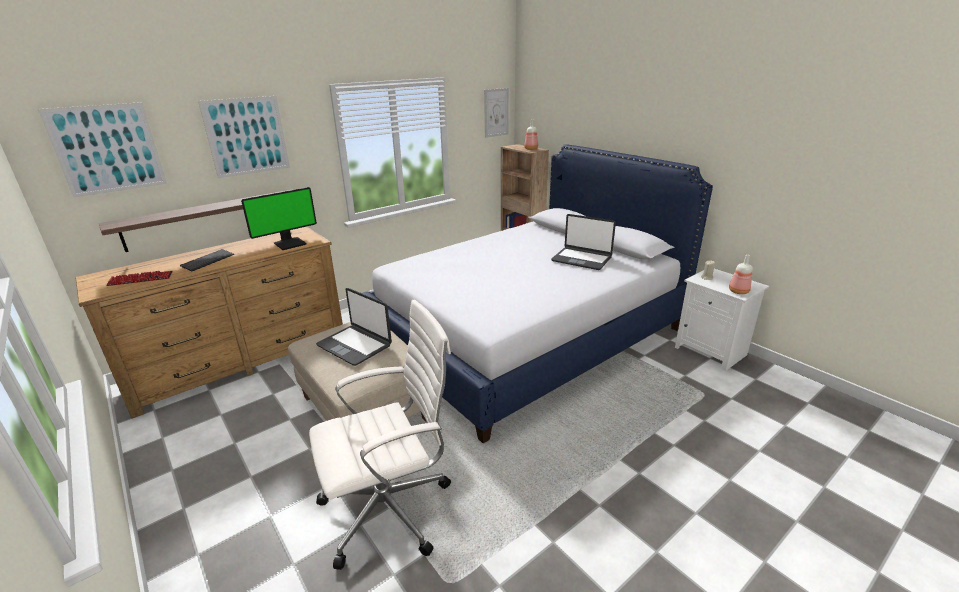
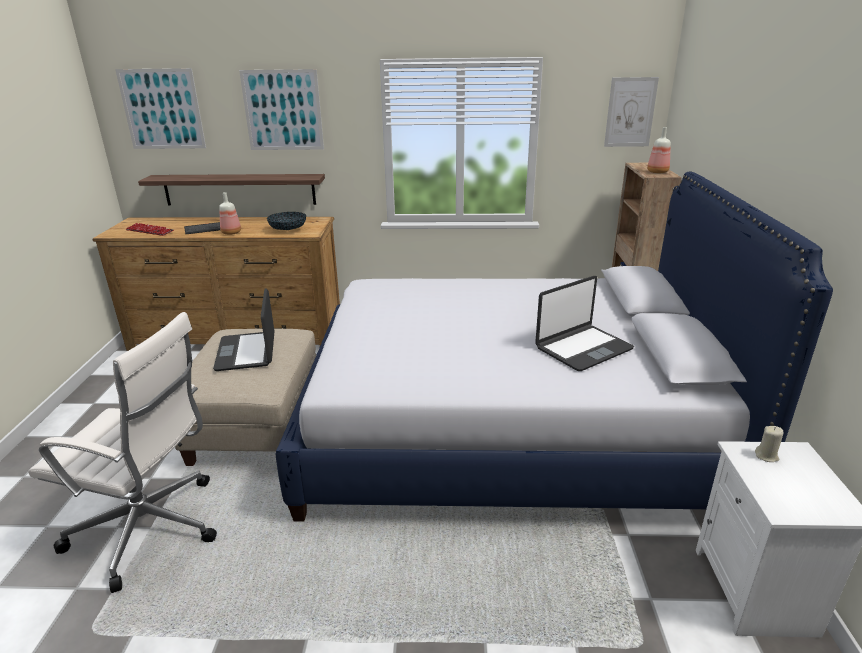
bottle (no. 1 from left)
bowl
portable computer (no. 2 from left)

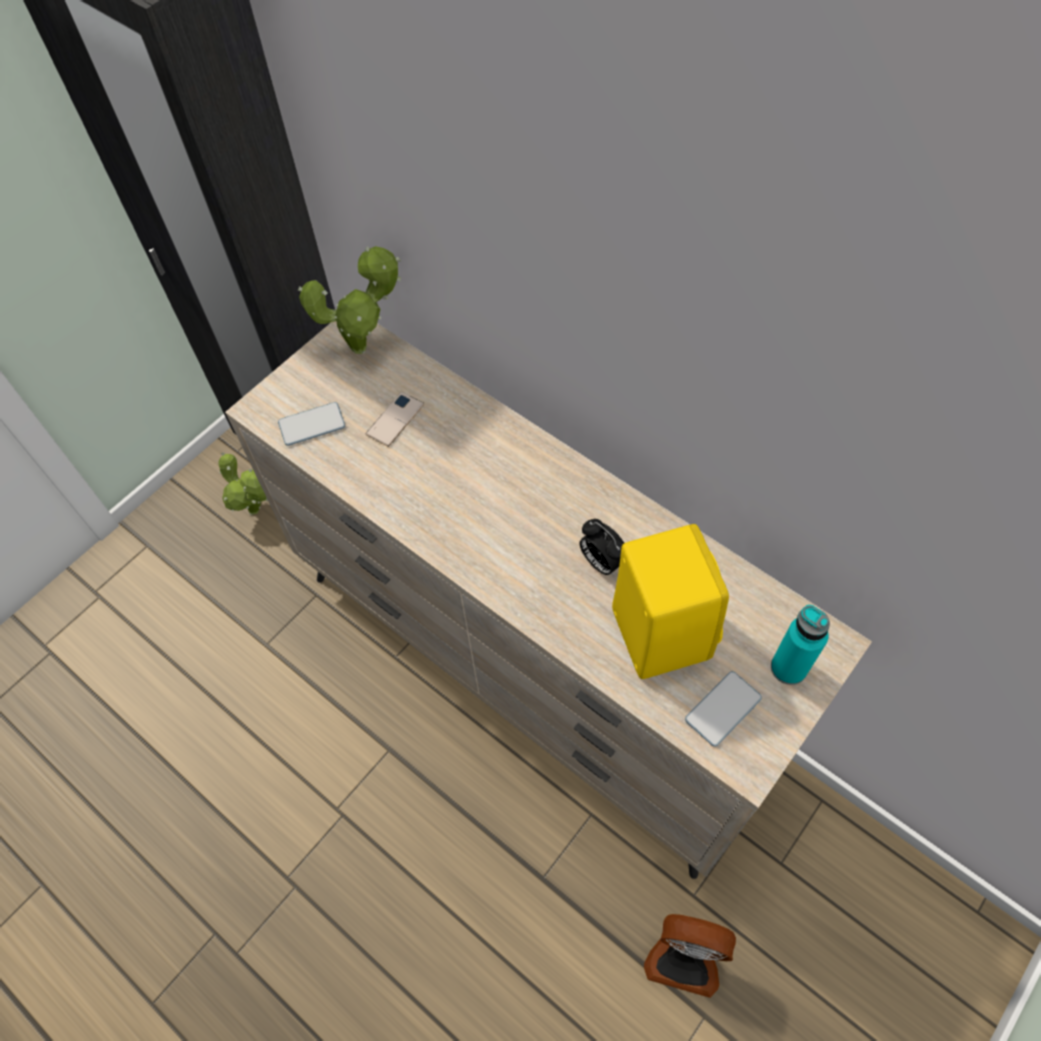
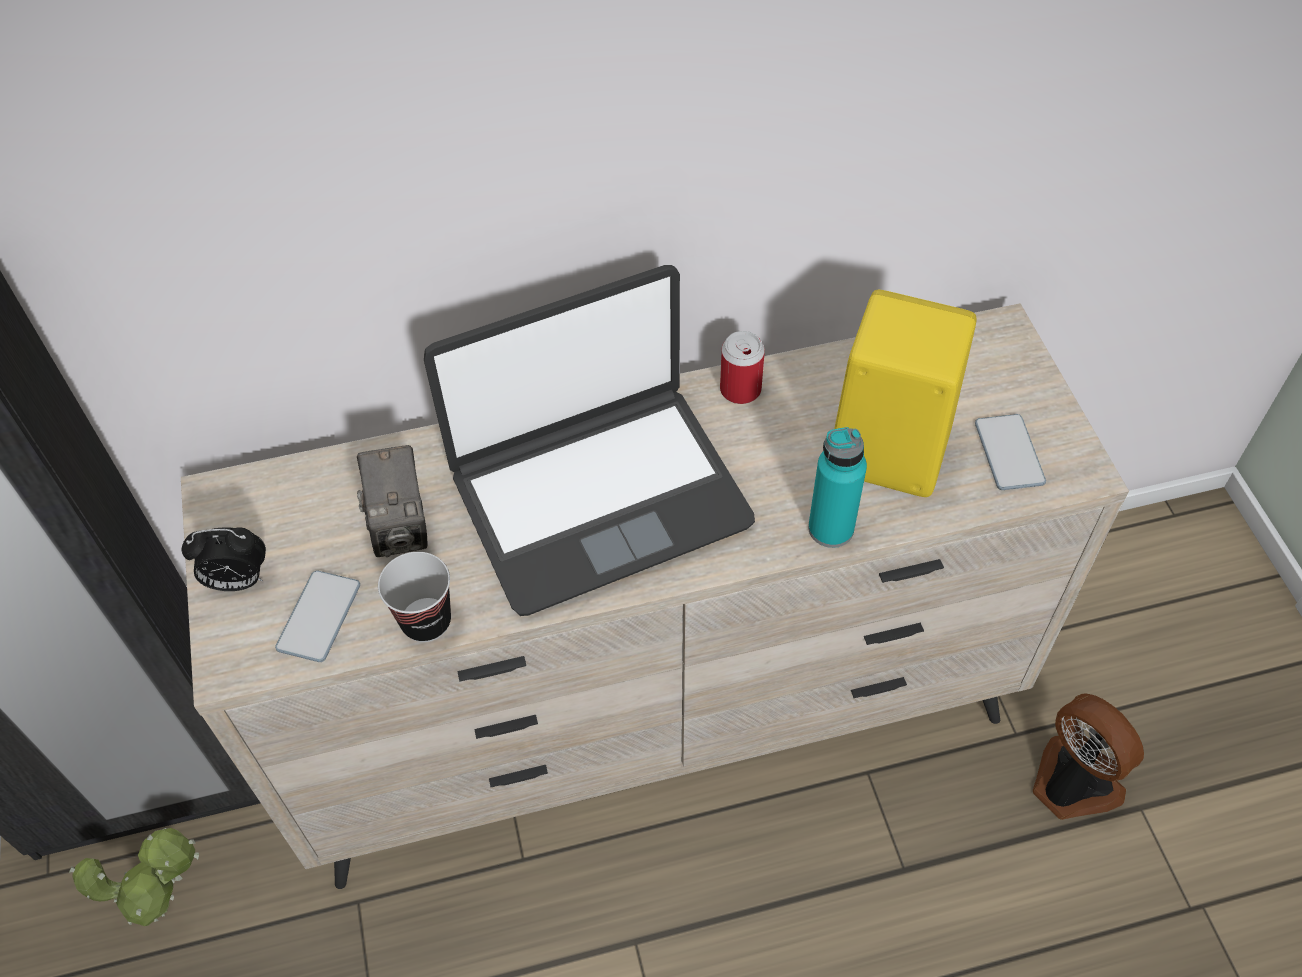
potted plant (no. 2 from left in the first image)
small cup
portable computer
sealed can
bedside clock
bottle in turquoise
still camera
fan

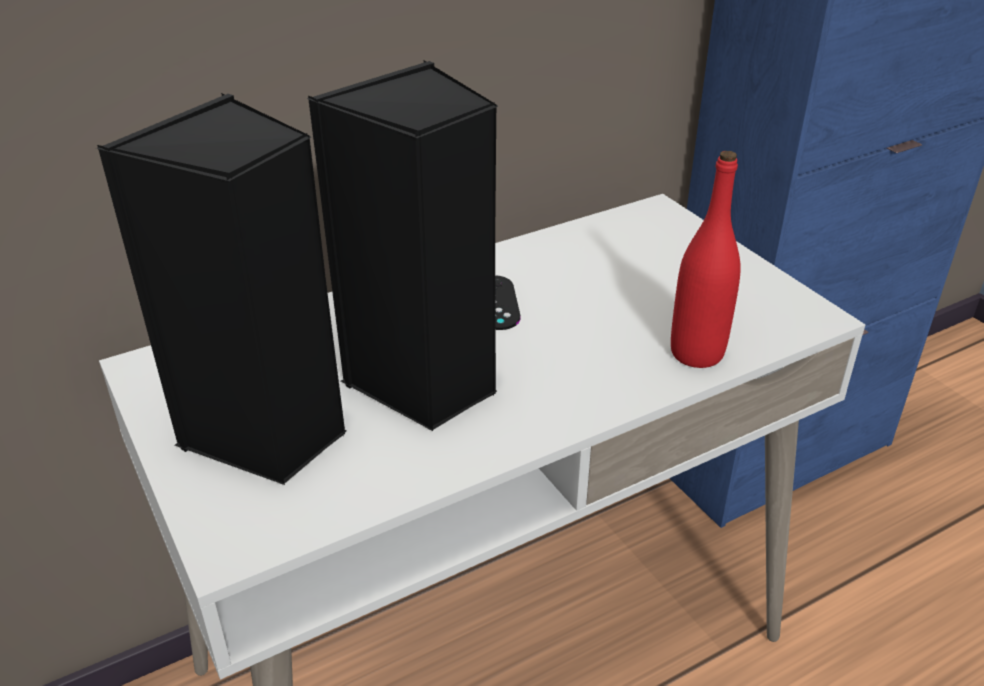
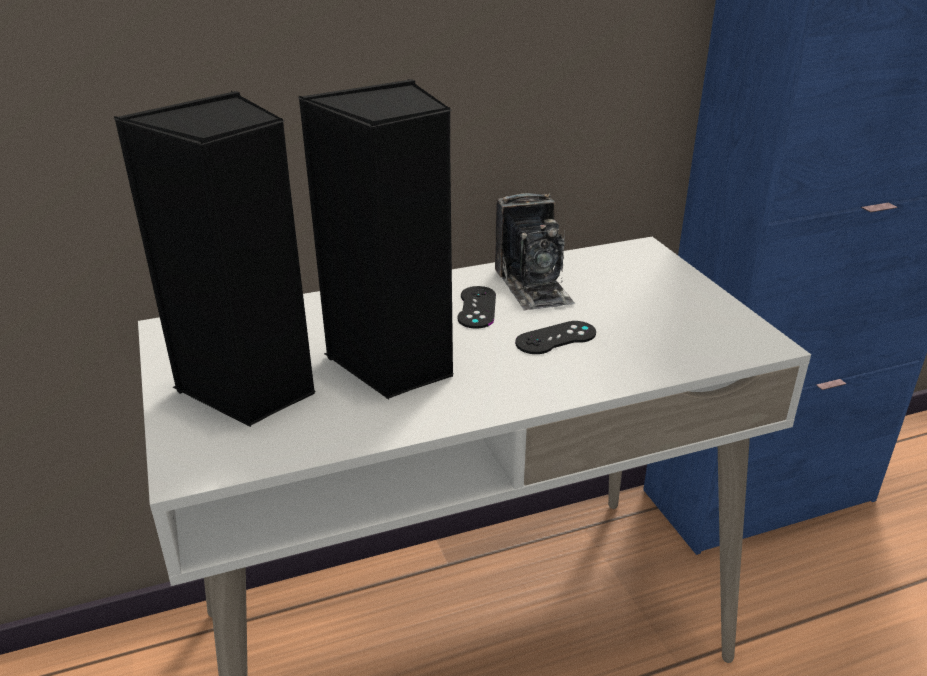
bottle in red-coloured
still camera
gamepad in black (no. 2 from left)

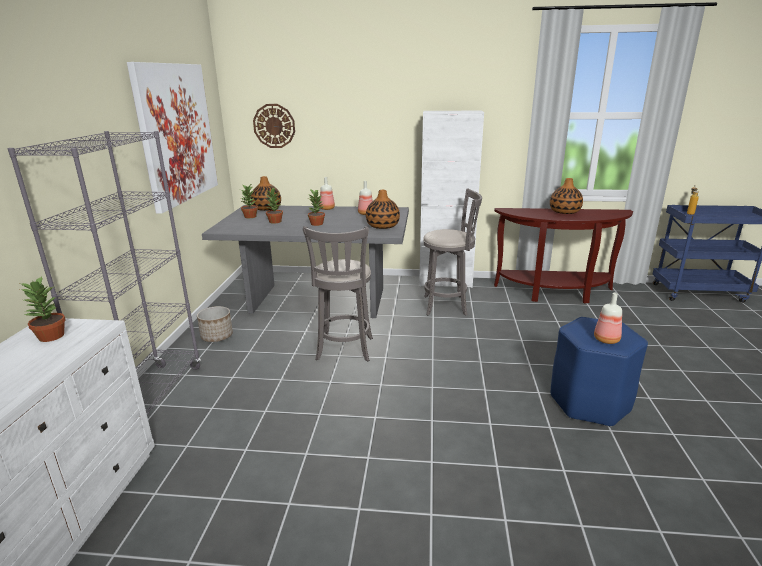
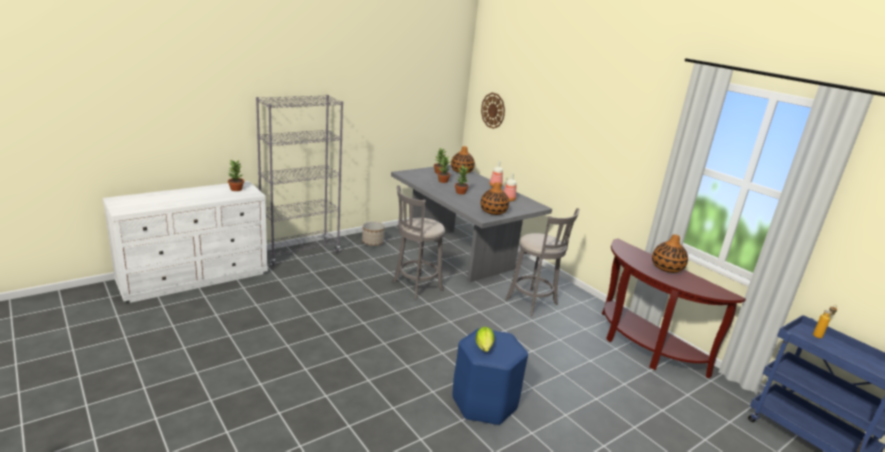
wall picture
storage cabinet in whitish
lettuce

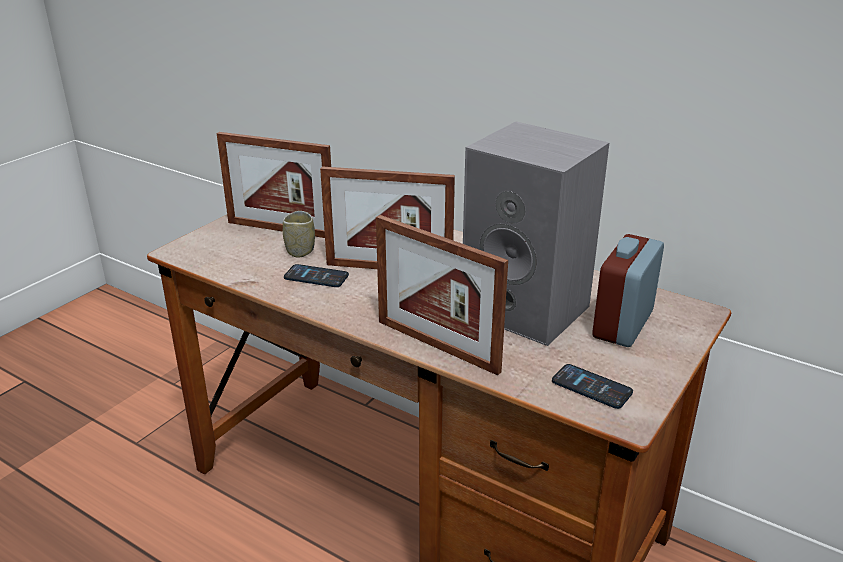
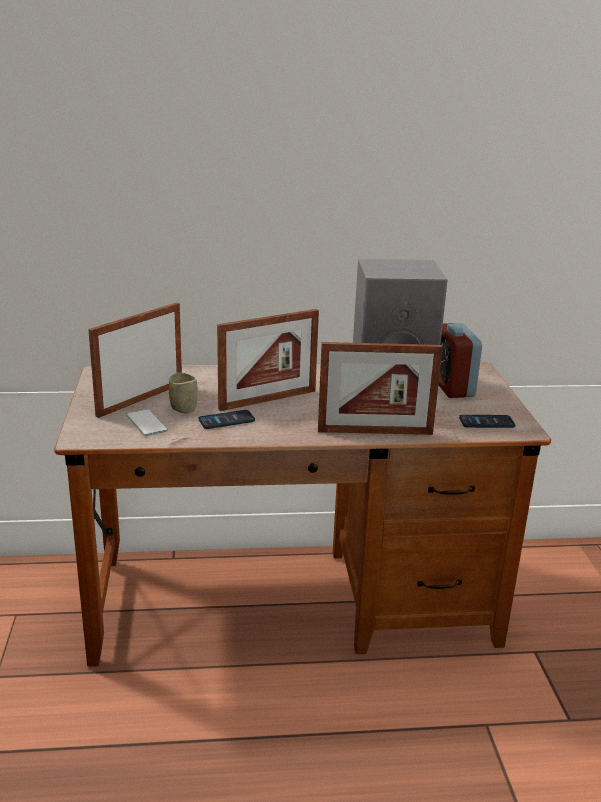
telephone (no. 1 from left)
picture frame (no. 1 from left)

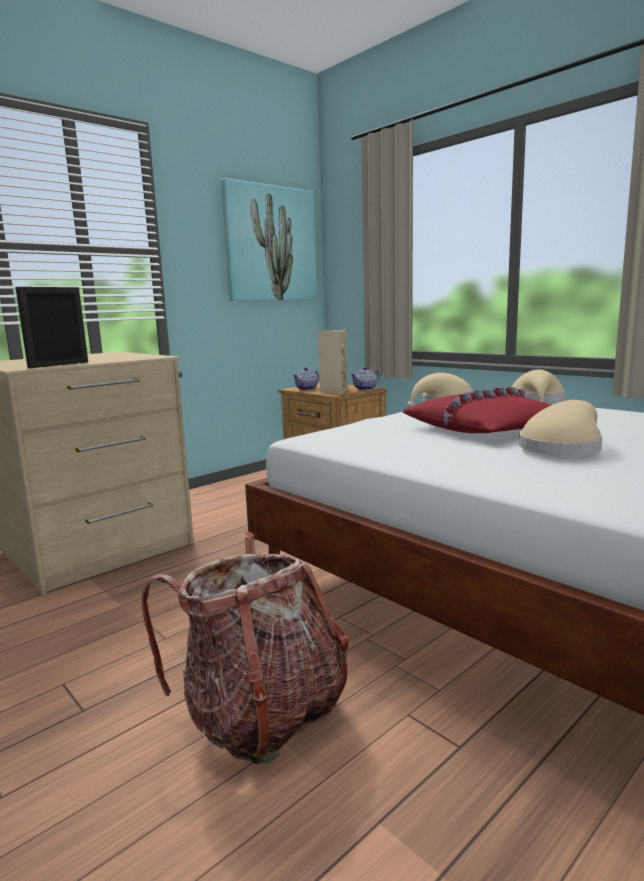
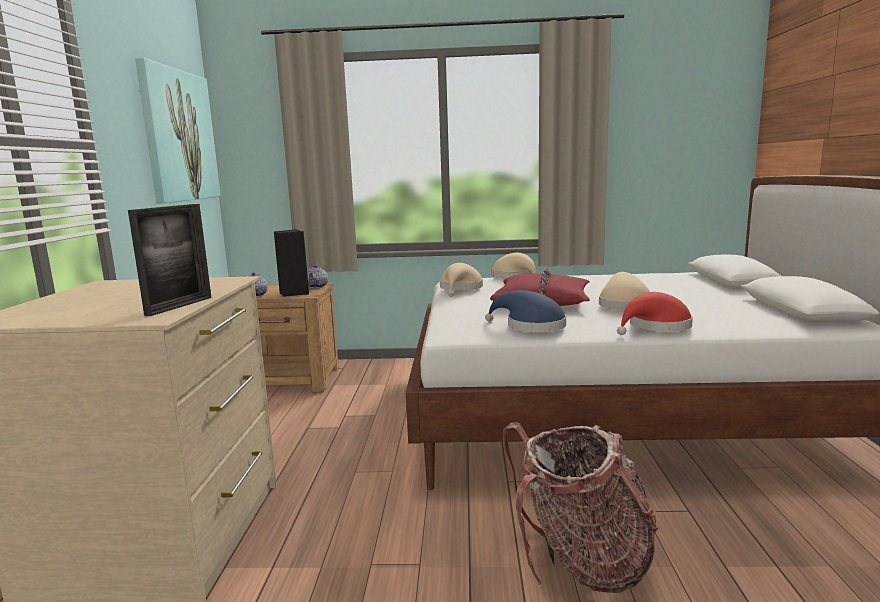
hat in blue
hat in red-coloured
audio speaker in black
picture frame

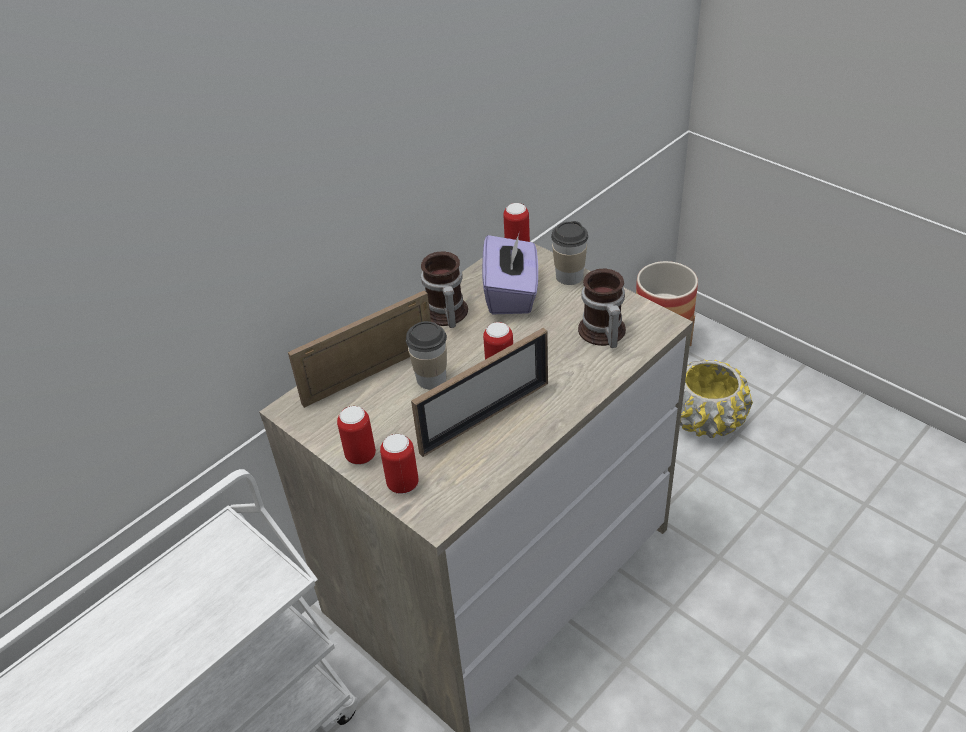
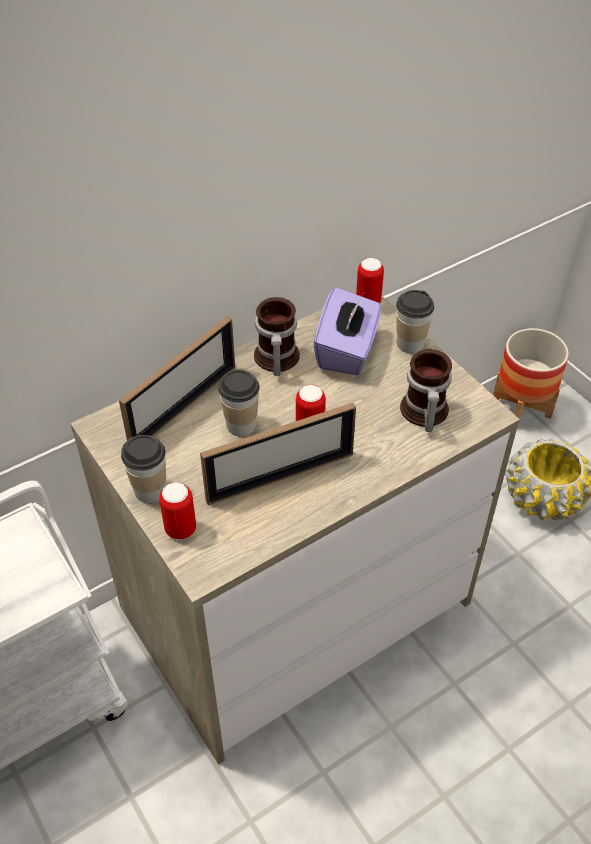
small cup (no. 1 from left)
picture frame (no. 1 from left)

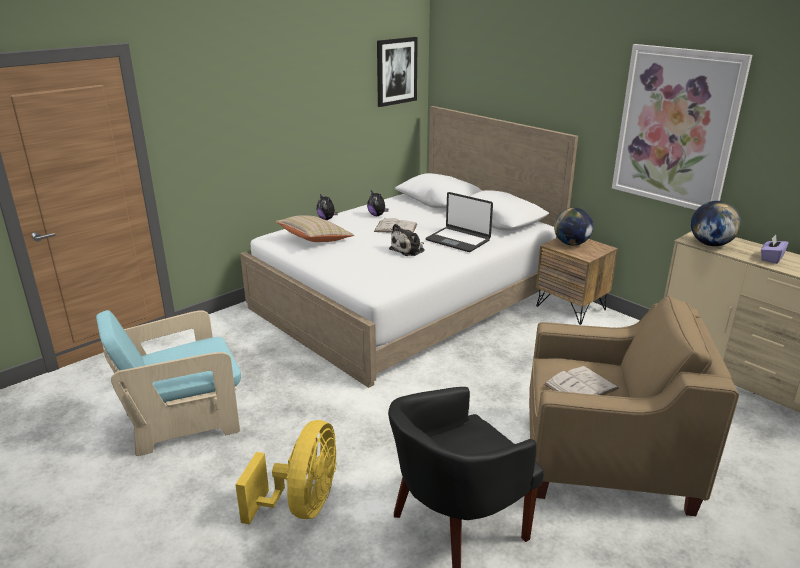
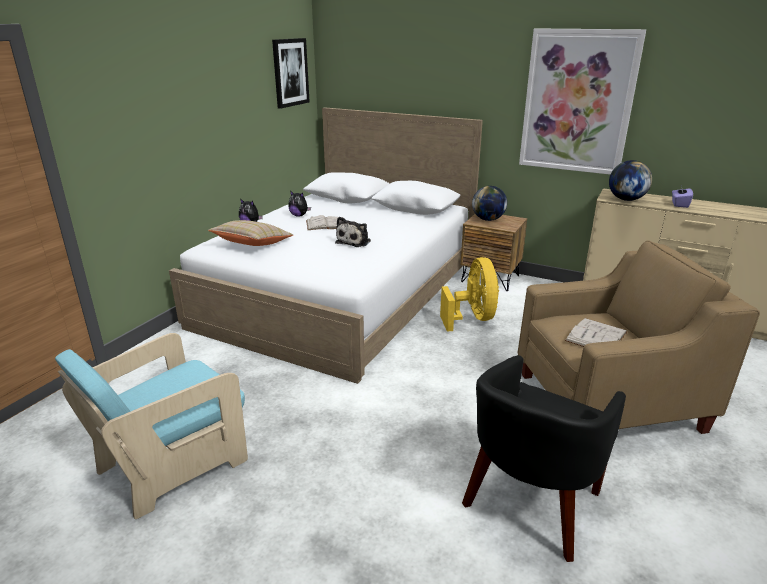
portable computer
fan in yellow

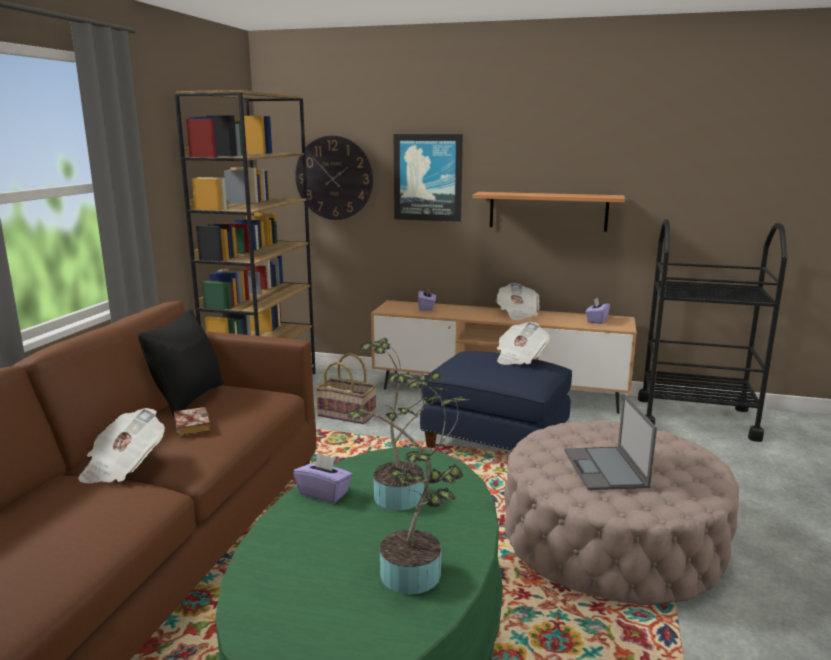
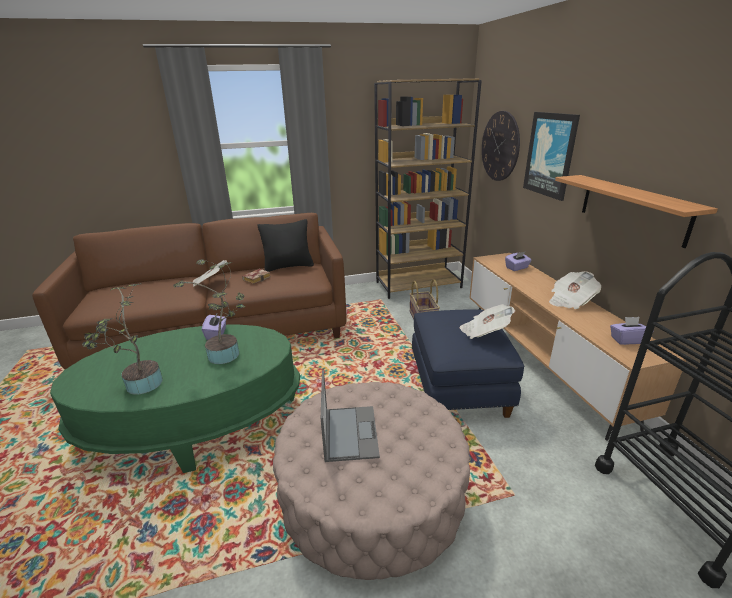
portable computer

